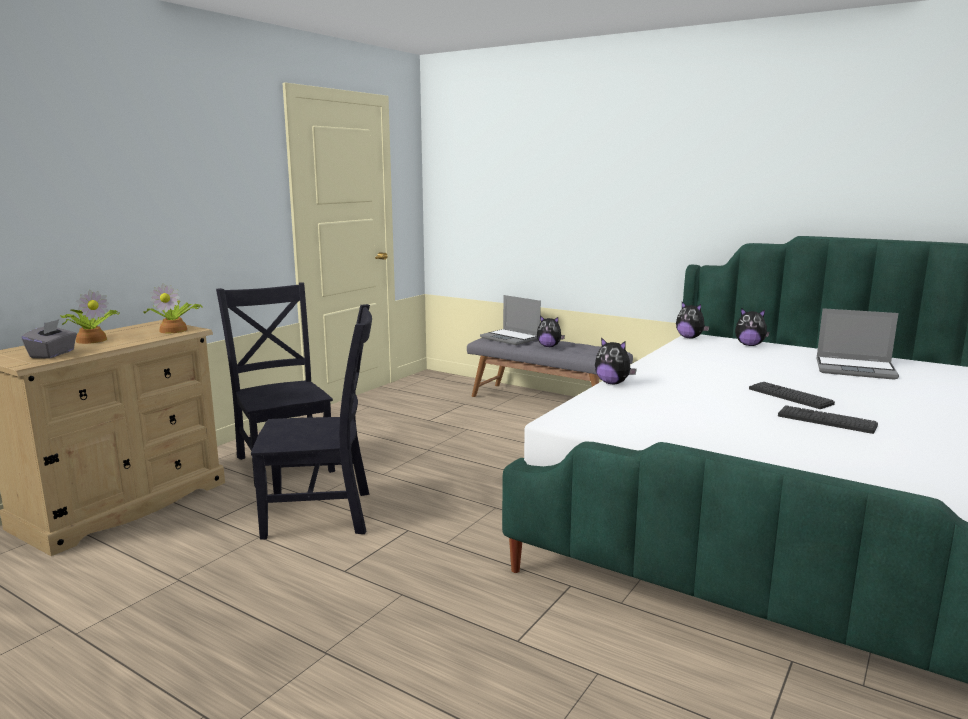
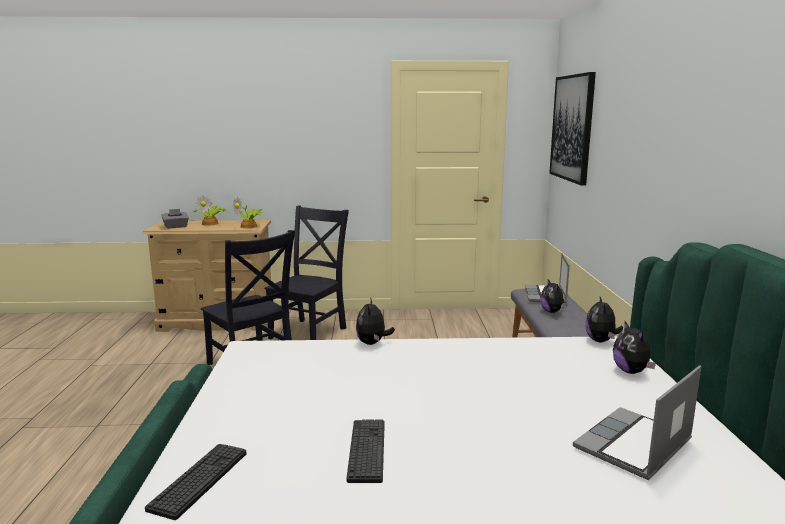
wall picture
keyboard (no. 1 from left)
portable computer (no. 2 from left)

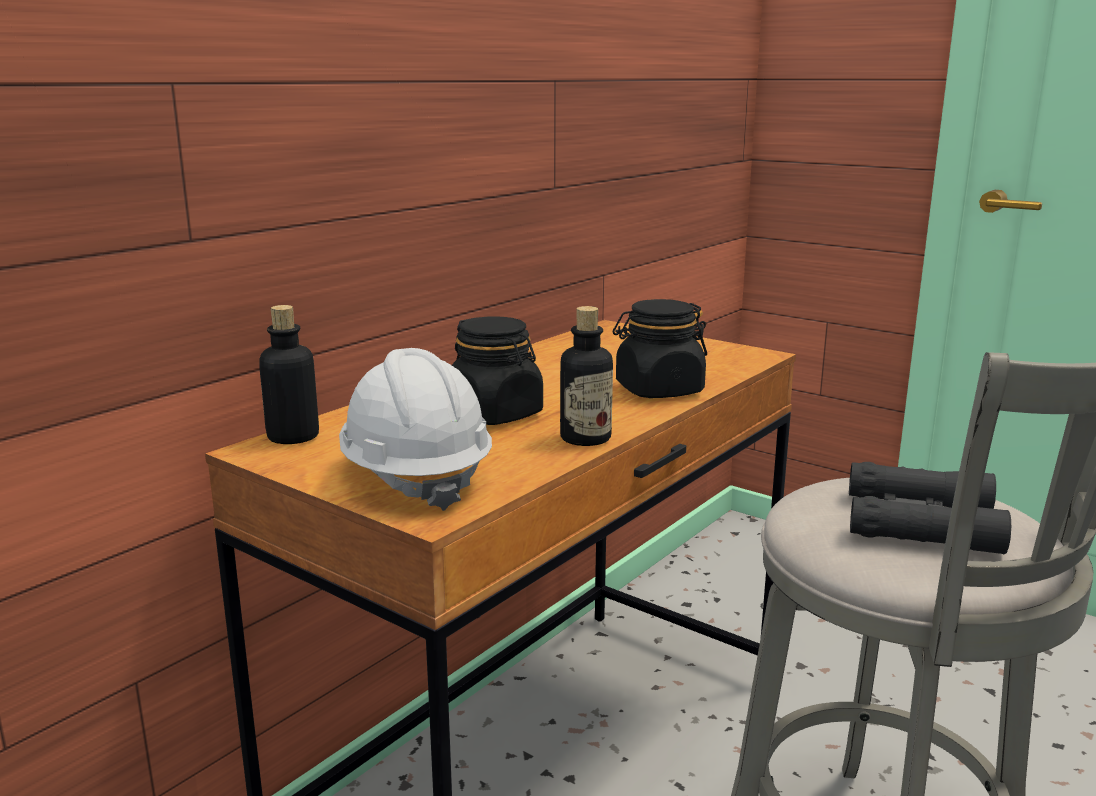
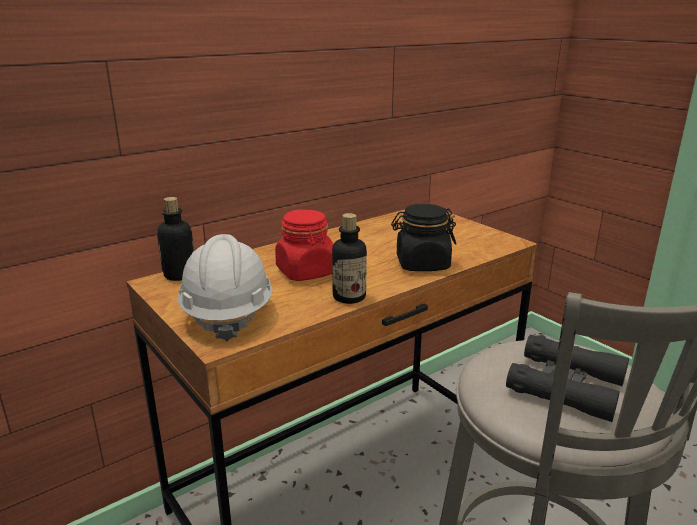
storage jar in red-coloured

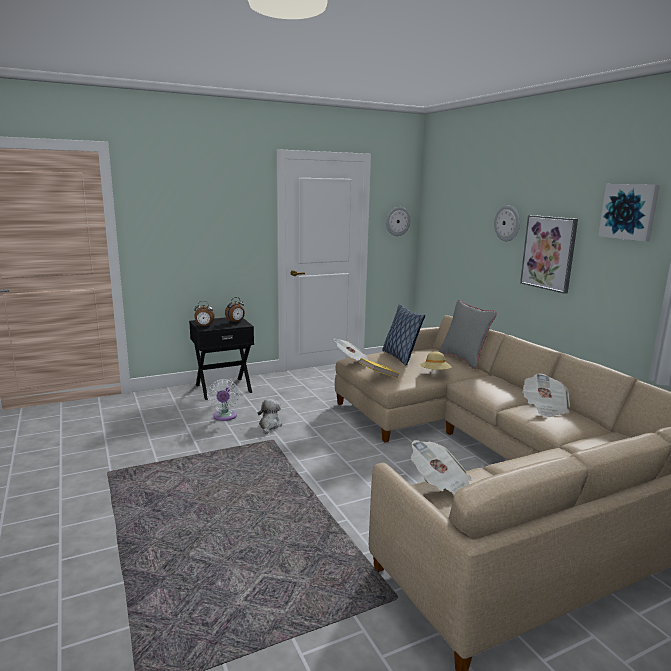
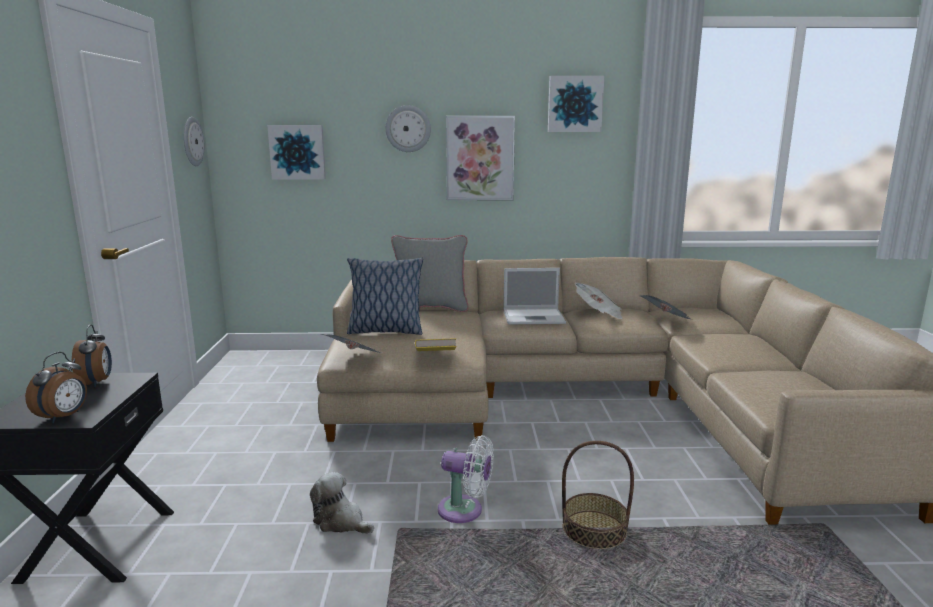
hat in beige
wall picture (no. 1 from left)
portable computer
basket
fan in whitish
printed paper (no. 3 from left)

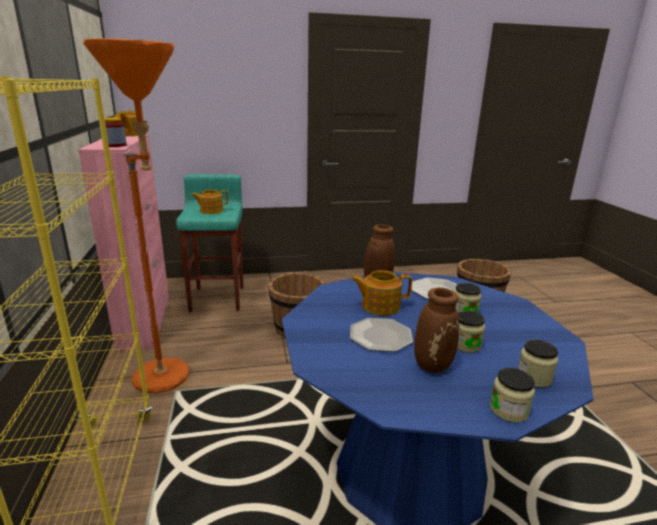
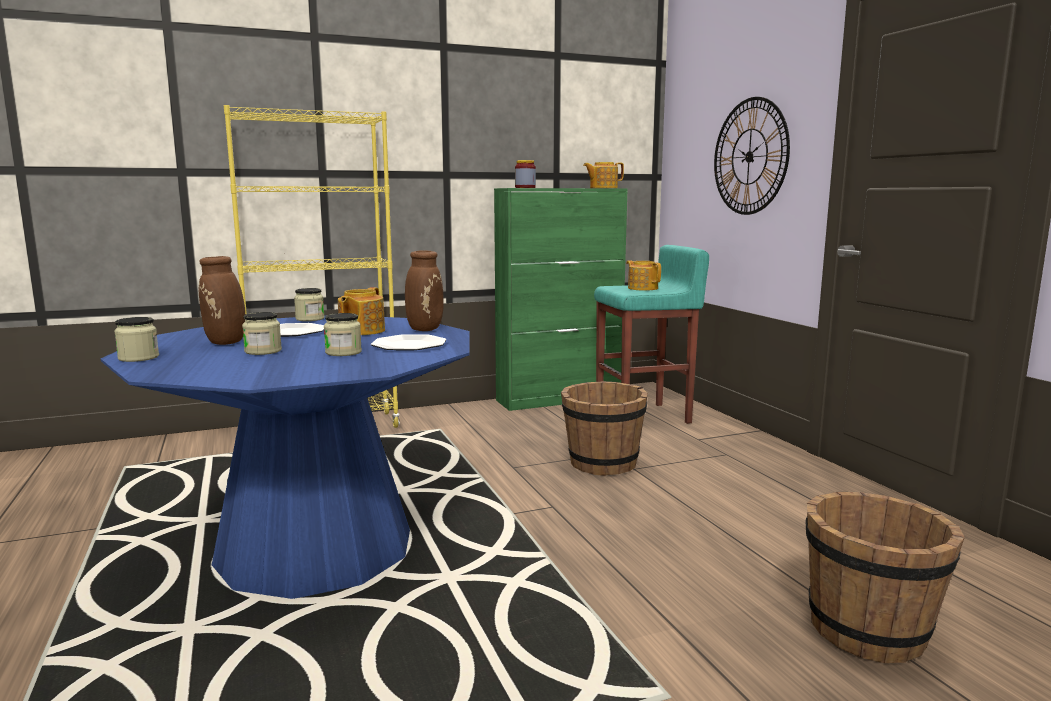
floor lamp in orangey
wall clock
storage jar (no. 3 from left)
storage cabinet in greenish
teapot (no. 1 from left)

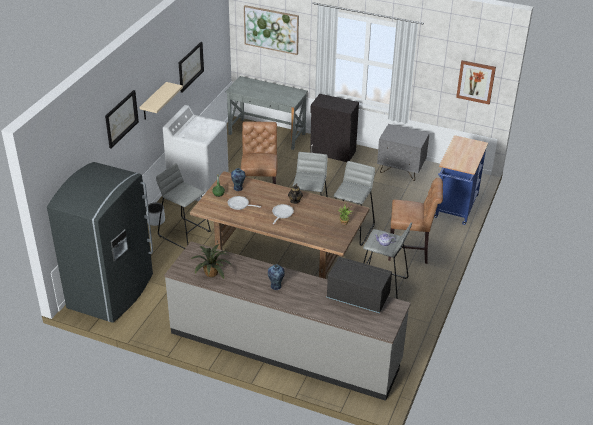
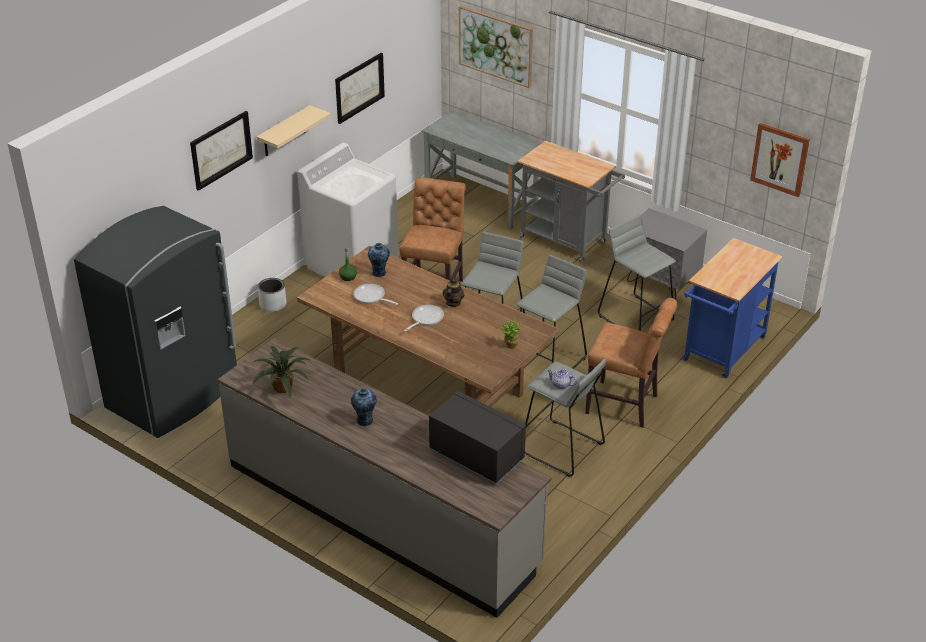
stool seat in greyish (no. 4 from left)
trolley in greyish

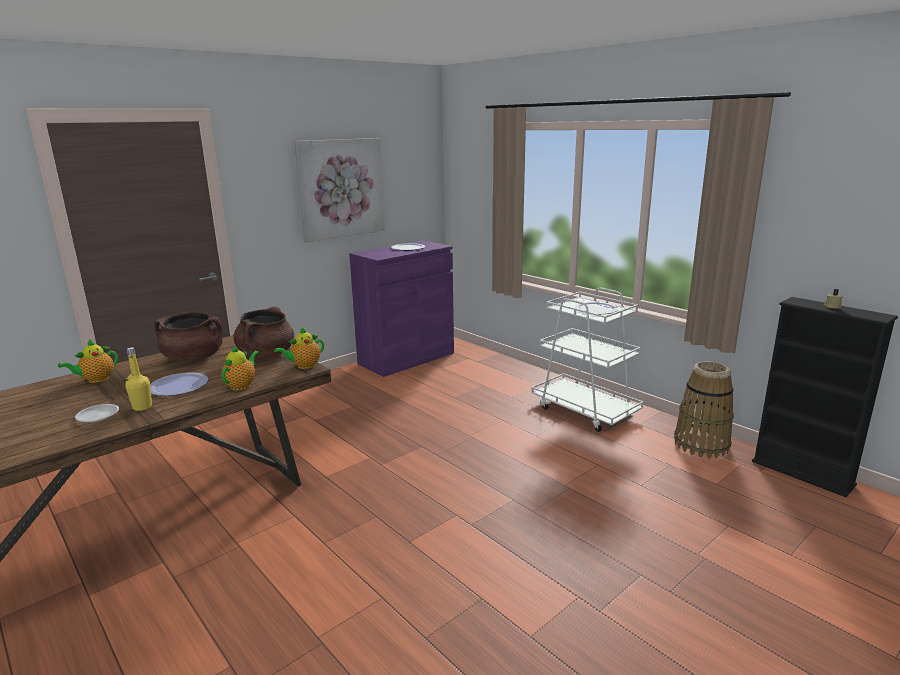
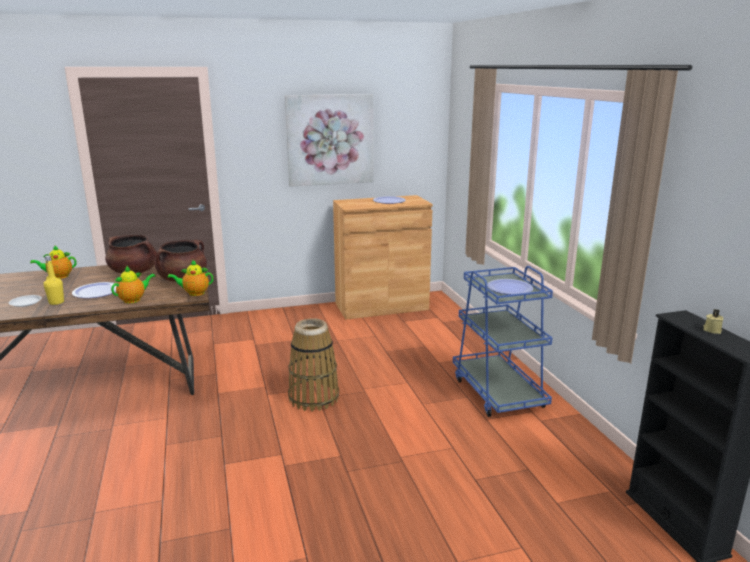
basket
storage cabinet in brown-coloured
trolley in blue

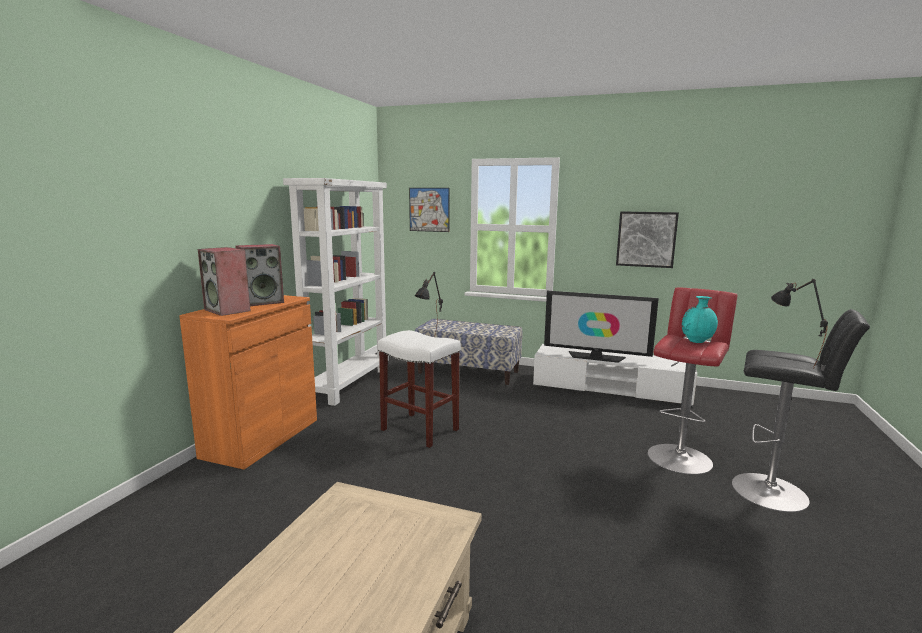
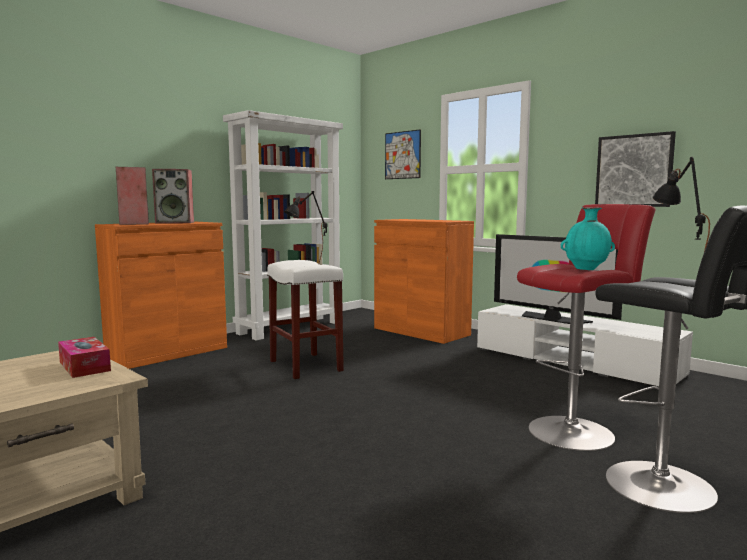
box of tissues
storage cabinet in orangey (no. 2 from left)

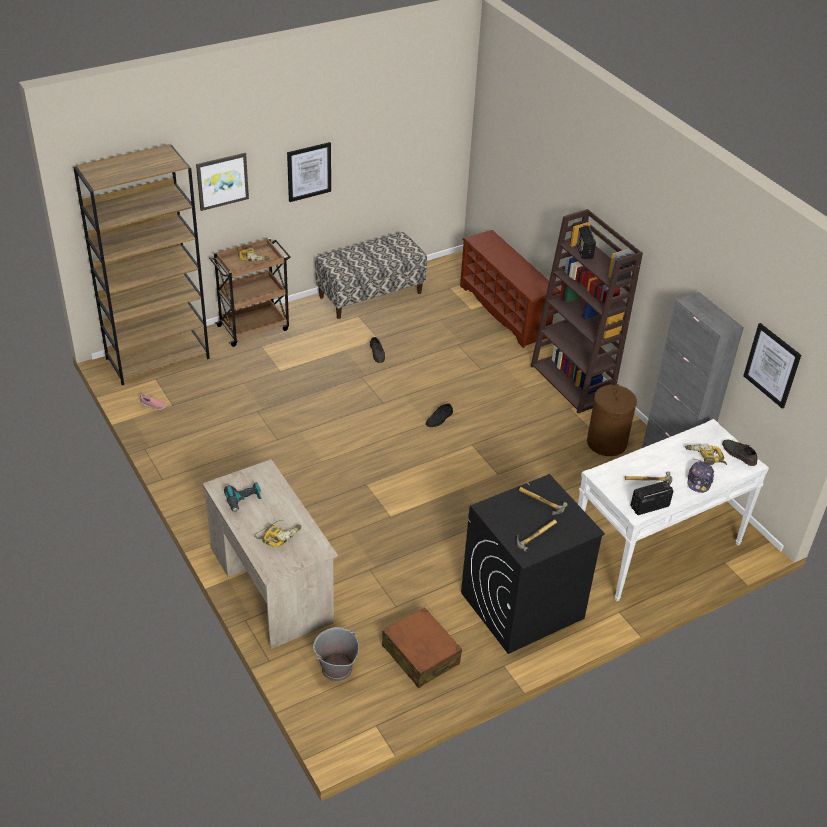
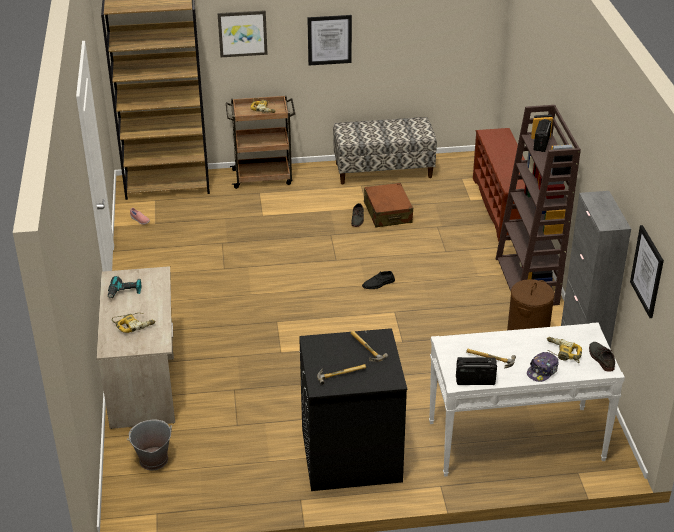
piece of luggage in brown-coloured

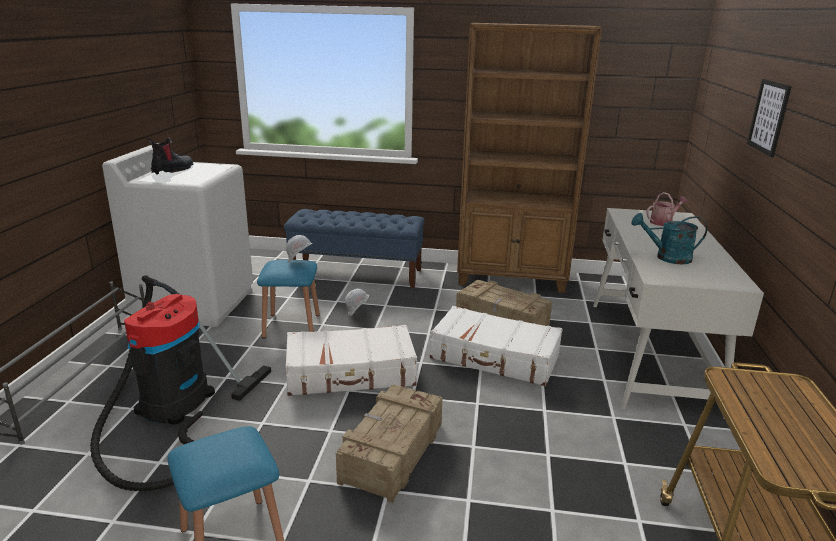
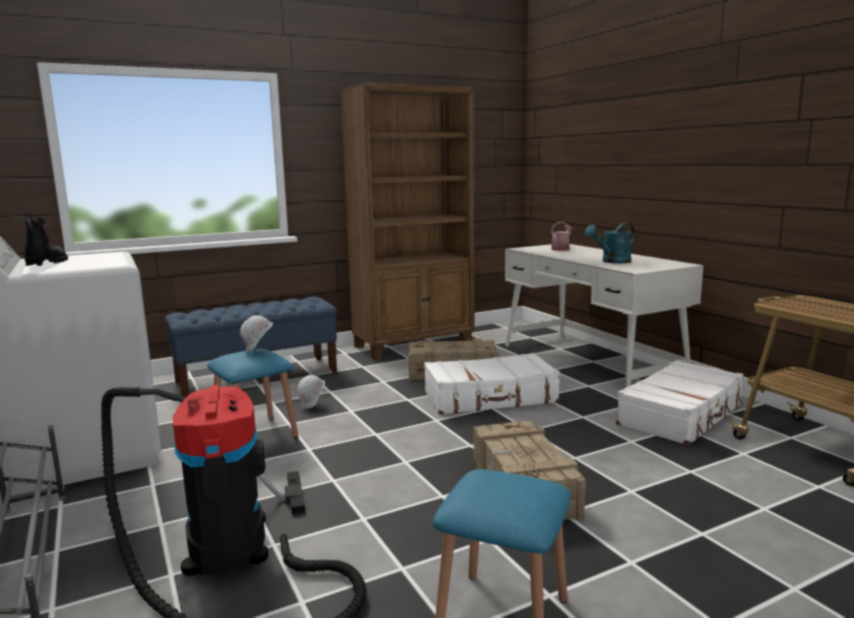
wall picture
piece of luggage in whitish (no. 2 from left)

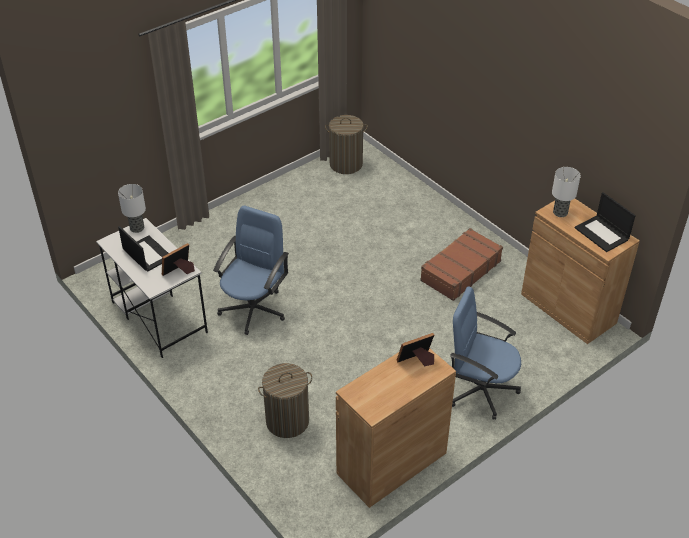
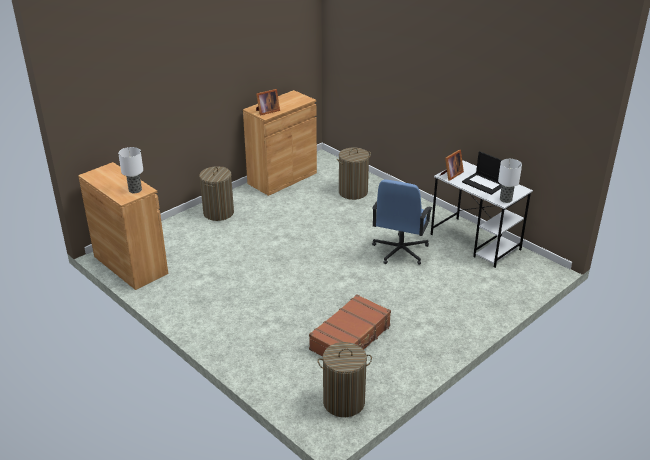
portable computer (no. 2 from left in the first image)
piece of luggage in brown-coloured
washing basket (no. 1 from left)

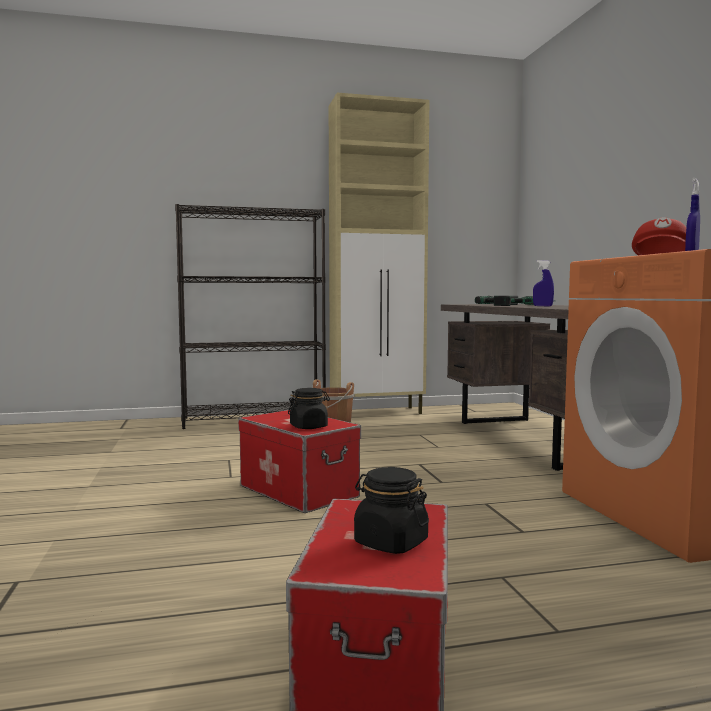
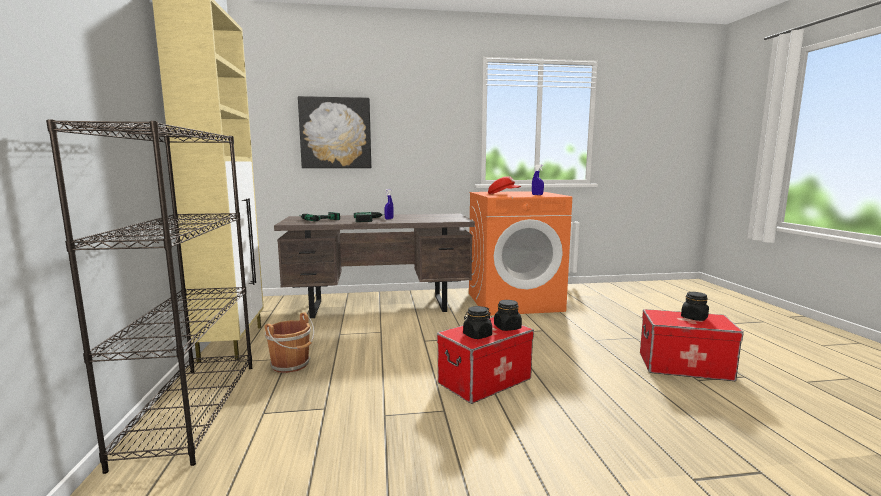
wall picture
storage jar in black (no. 1 from left)

